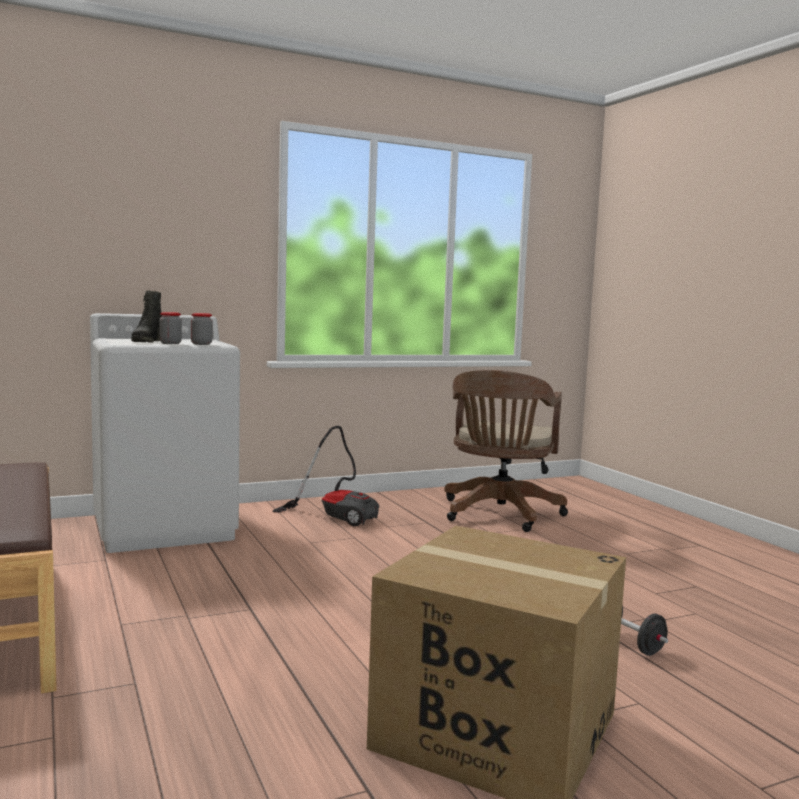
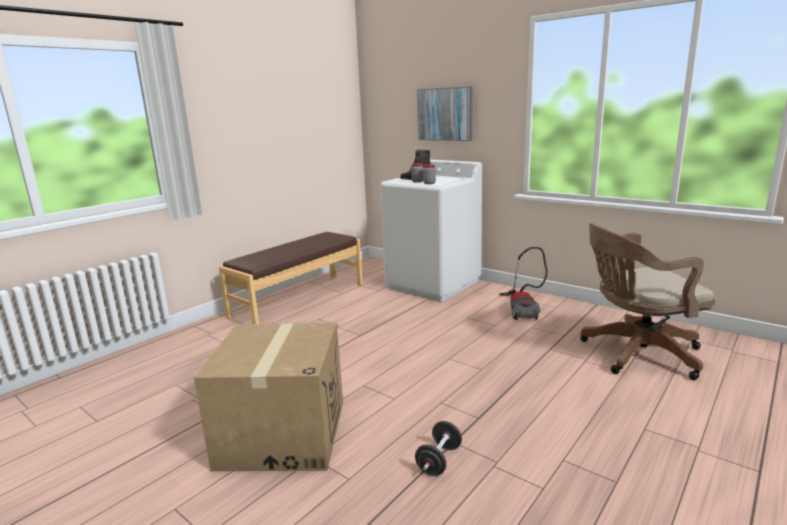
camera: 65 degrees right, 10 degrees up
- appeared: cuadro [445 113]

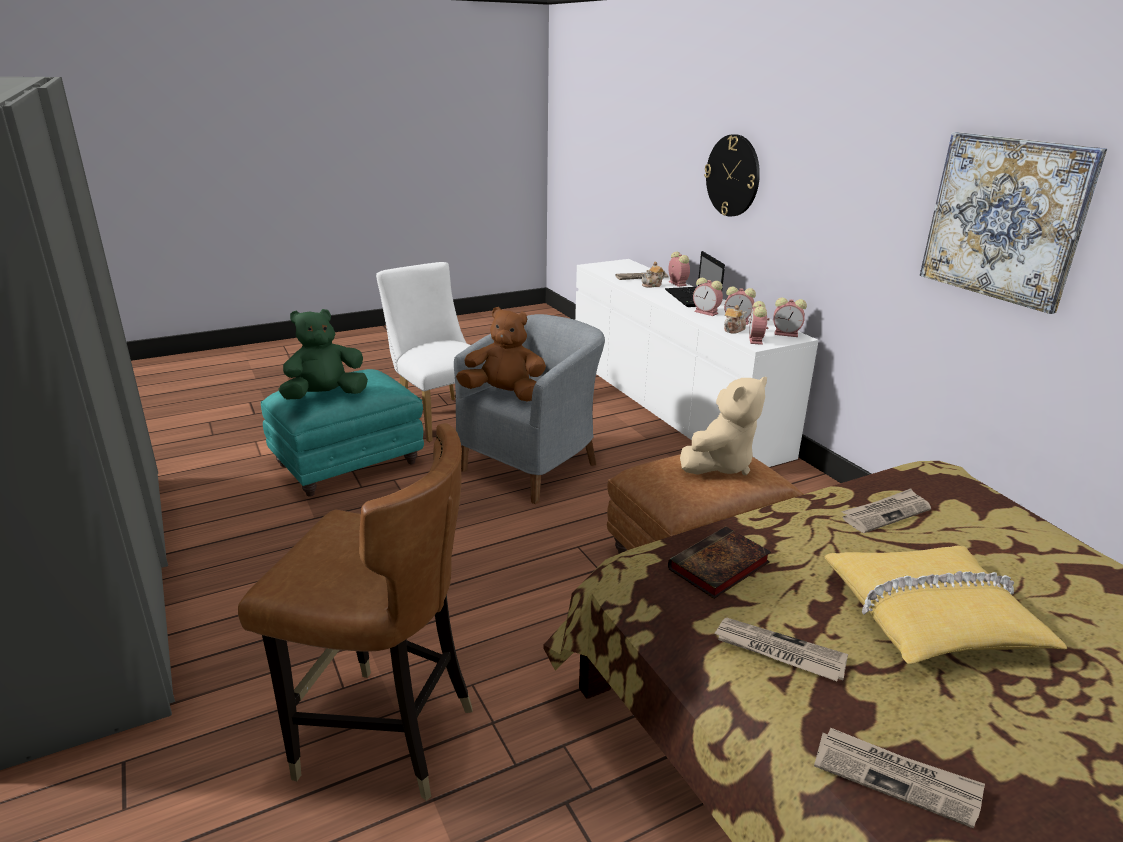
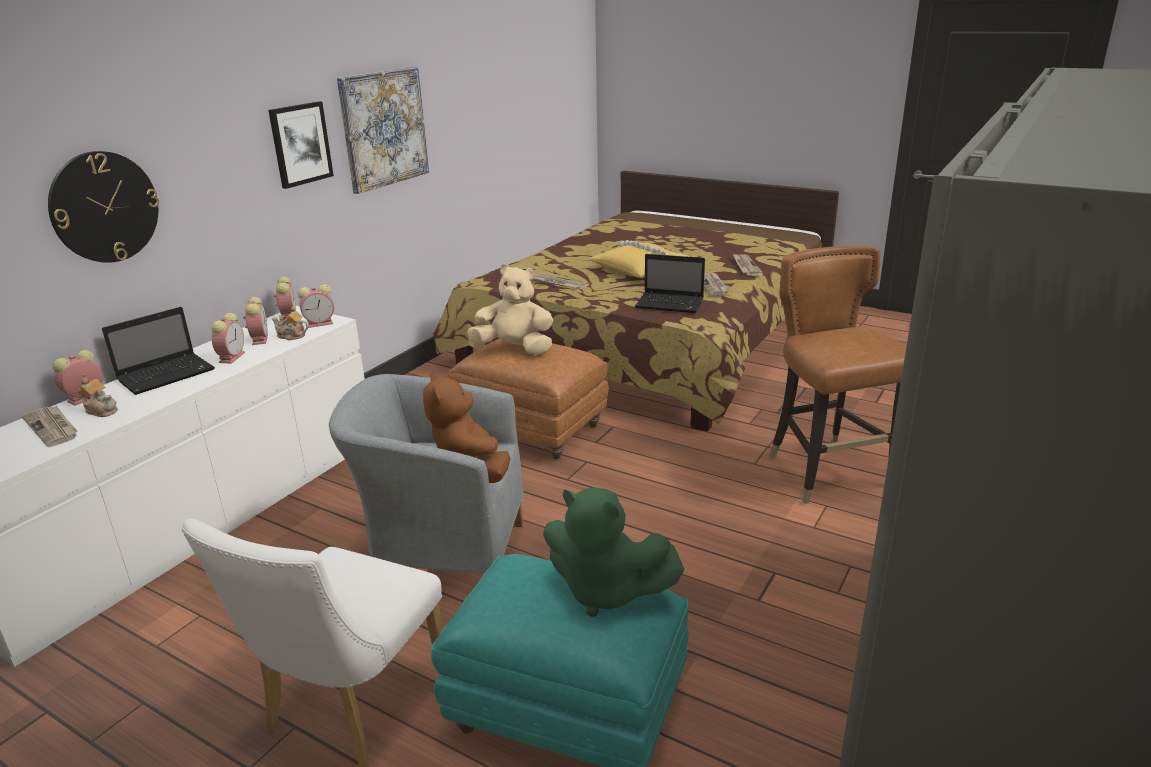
camera: 120 degrees left, 0 degrees up
- exchanged: libro [719 562] to portátil [670 283]
- appeared: cuadro [301 145]

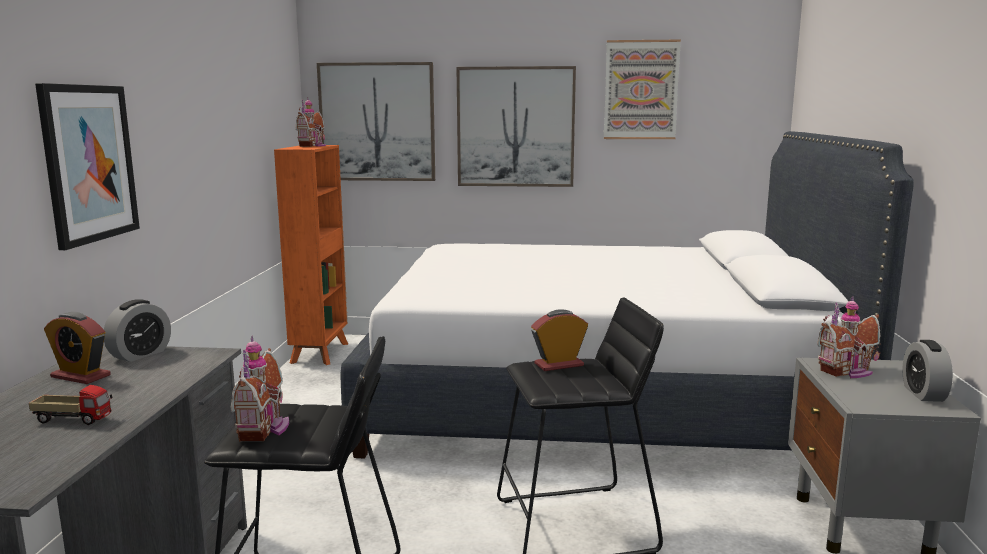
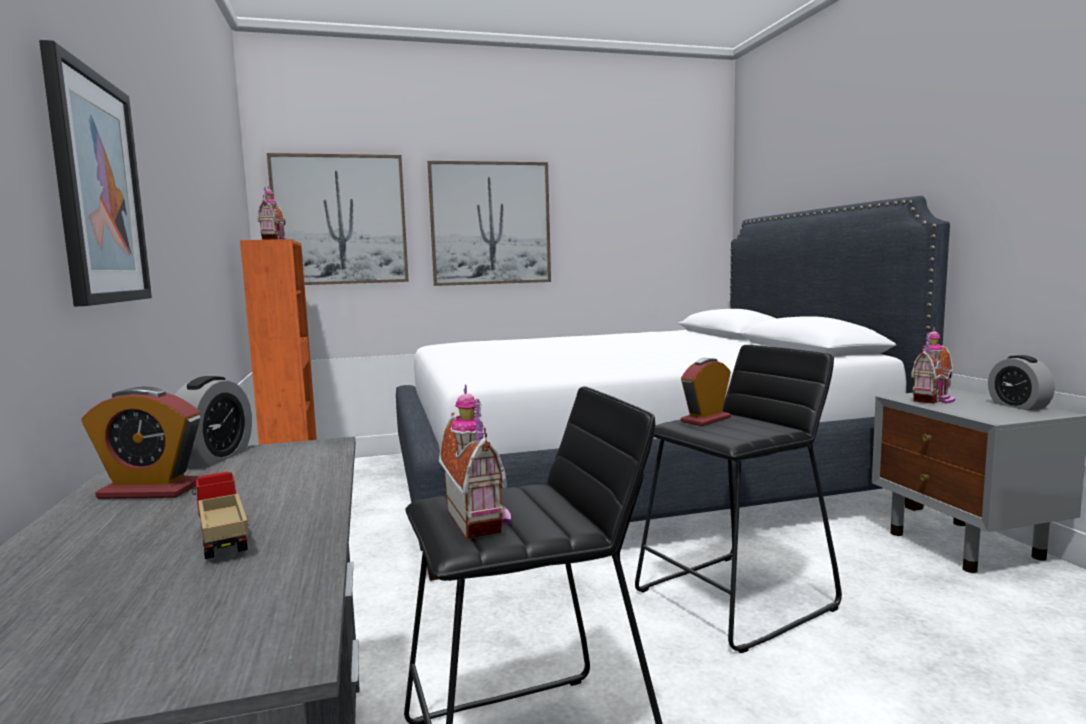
camera: 20 degrees left, 5 degrees down
- spun: camión de juguete [71 405] = [220 515] 105 degrees counterclockwise
- missing: cuadro [642 89]

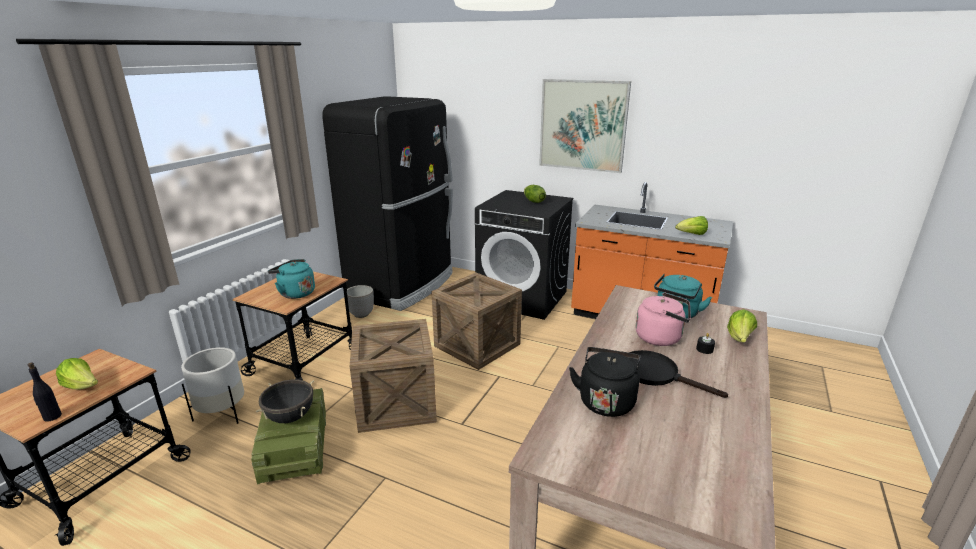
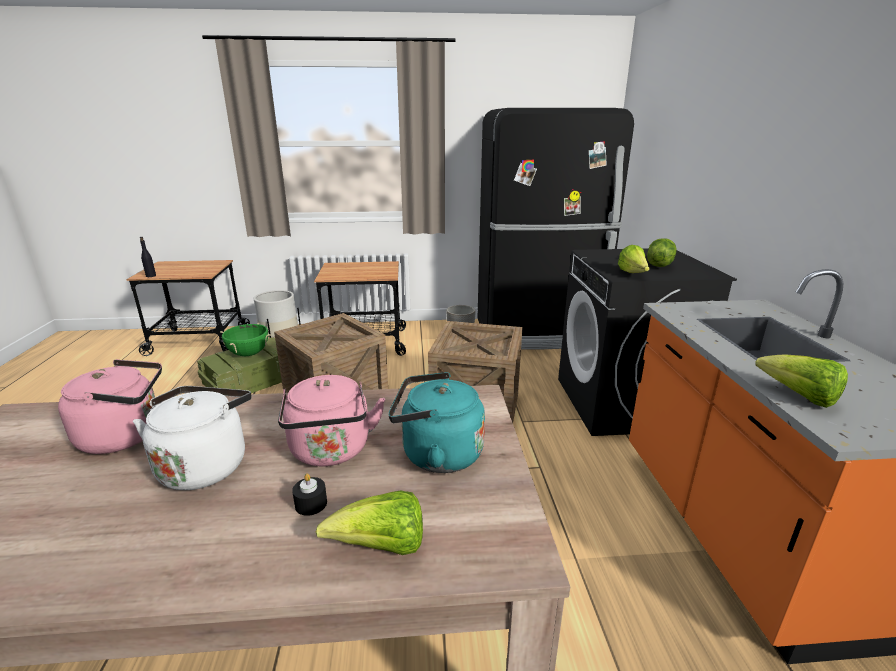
camera: 60 degrees right, 0 degrees up
- relocated: lechuga [77 374] to [634 259]
- colour: olla/negro [285 401] to olla/verde [245 339]
- missing: hervidor/turquesa [291 279]
- missing: cuadro [585 126]
- colour: hervidor/negro [605 382] to hervidor/rosa [110 406]
- exchanged: sartén/negro [677 374] to hervidor/blanco [192 438]

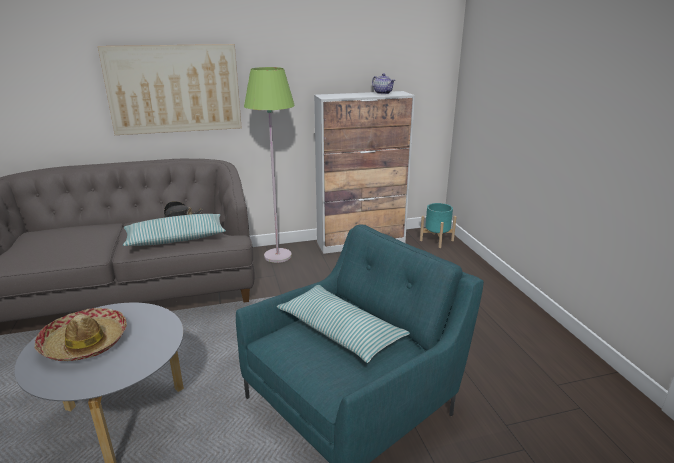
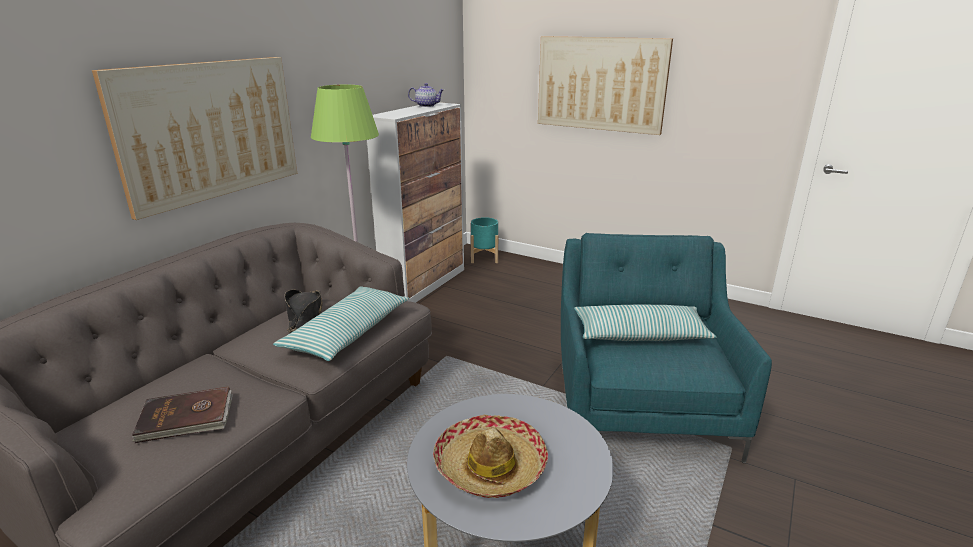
camera: 45 degrees left, 0 degrees up
- appeared: libro/marrón [182 415]
- appeared: cuadro [605 85]

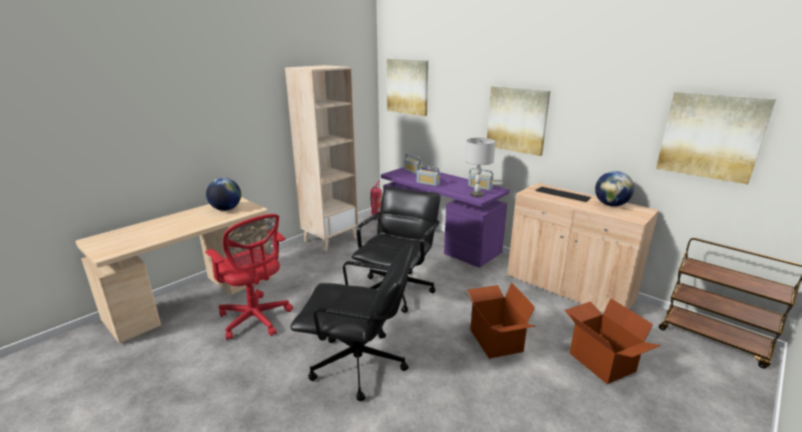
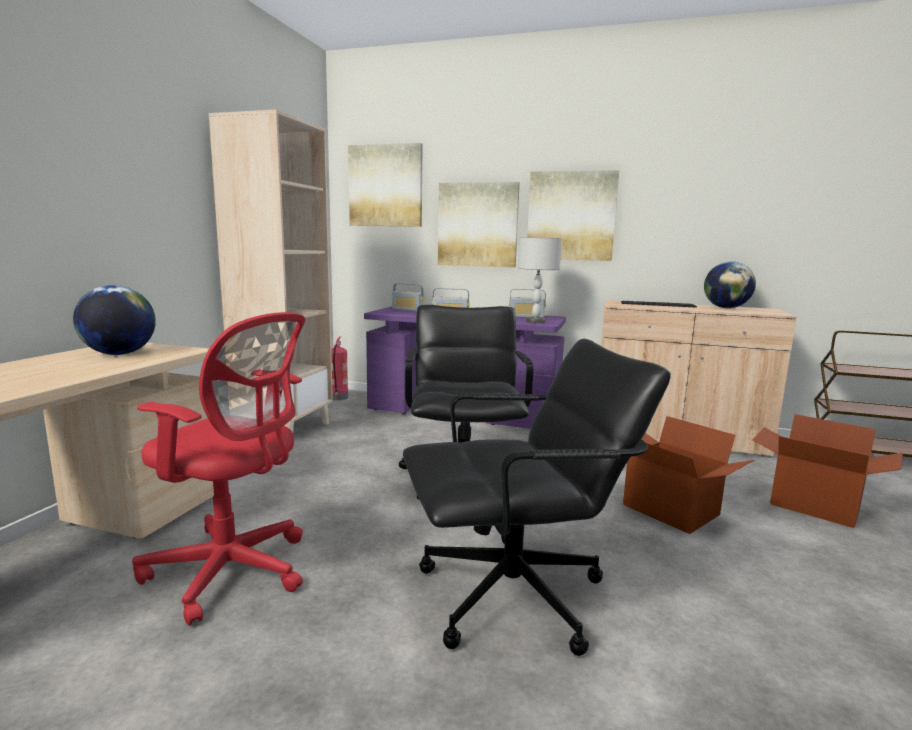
camera: 25 degrees left, 10 degrees down
- relocated: cuadro [716 138] to [479 225]

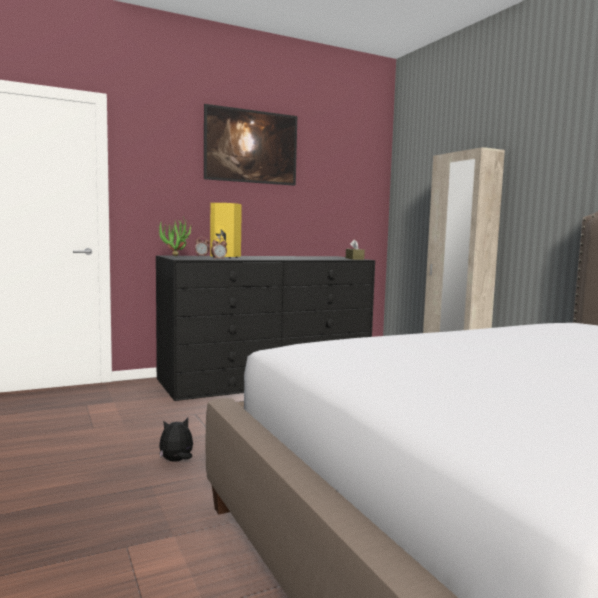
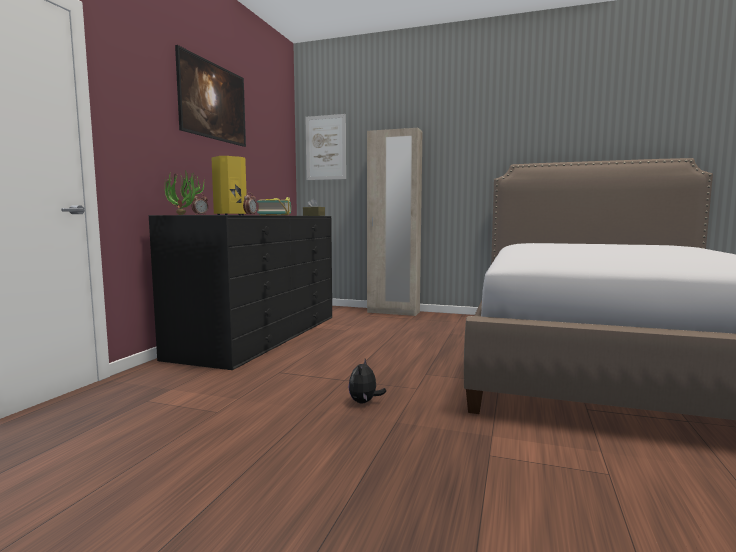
camera: 45 degrees left, 0 degrees up
- appeared: libro [274 206]
- appeared: cuadro [326 147]

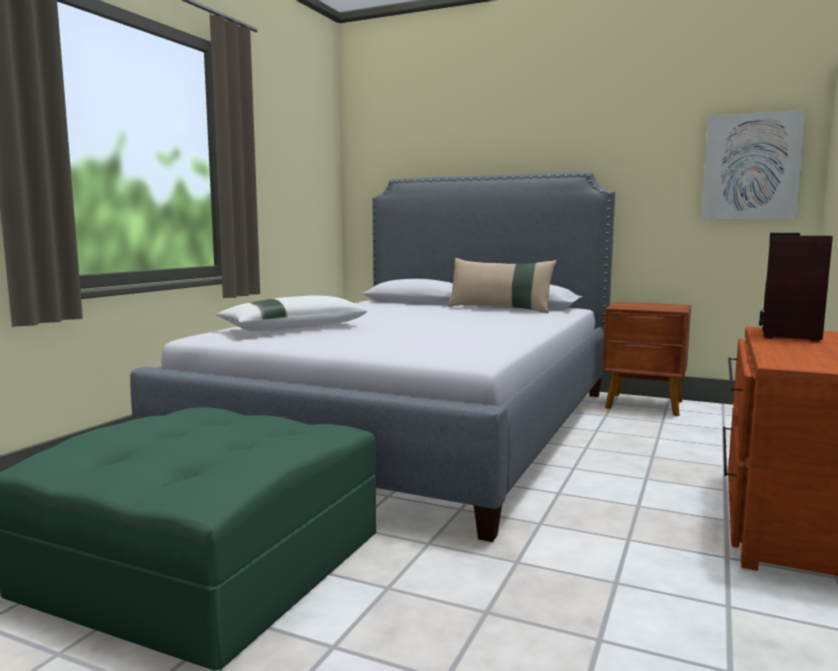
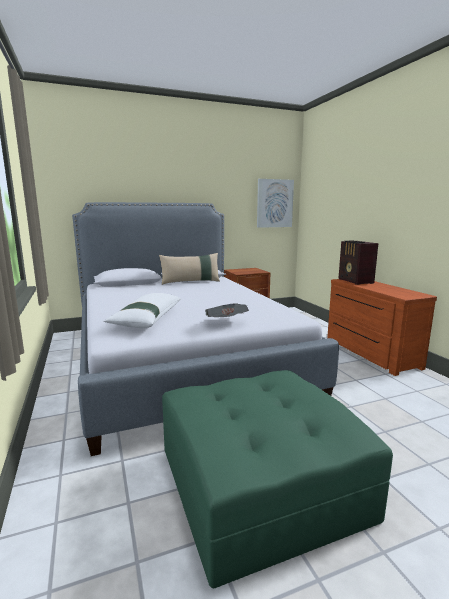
camera: 45 degrees left, 5 degrees up
- appeared: periódico [227 310]

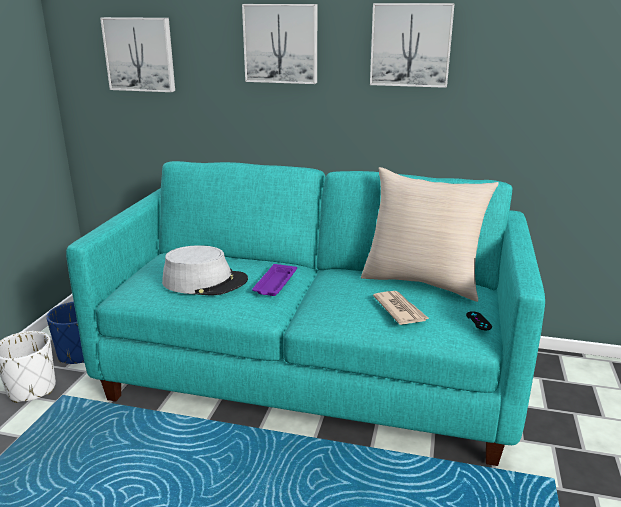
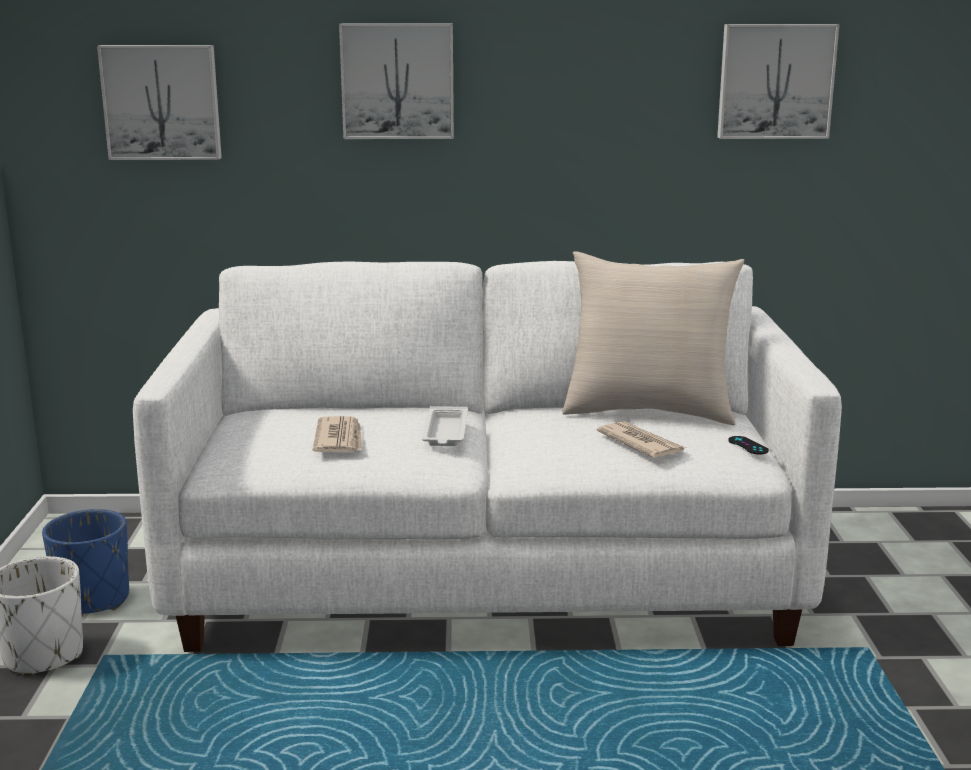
camera: 15 degrees left, 5 degrees down
- colour: sofá/turquesa [305 313] to sofá/blanco [487 456]
- exchanged: sombrero/gris [205 270] to periódico [338 434]
- colour: bandeja/morado [274 280] to bandeja/blanco [445 426]
- relocated: cuadro [412 45] to [778 81]

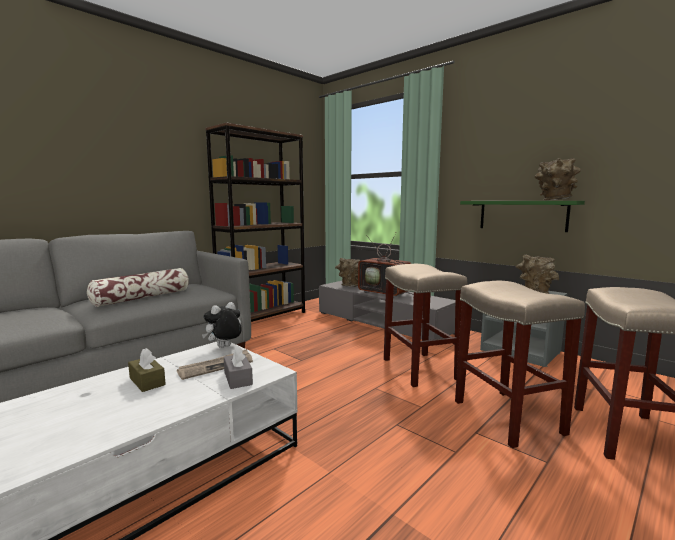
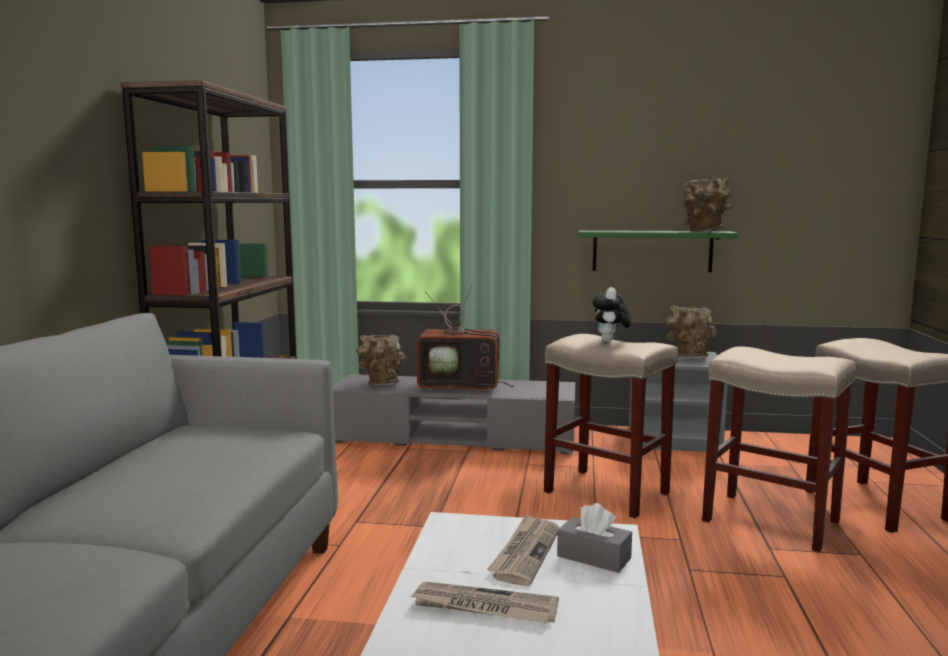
camera: 35 degrees left, 0 degrees up
- missing: cojín [138 287]
- exchanged: caja de pañuelos/marrón [147 370] to periódico [484 602]
- relocated: peluche [222 325] to [611 314]

